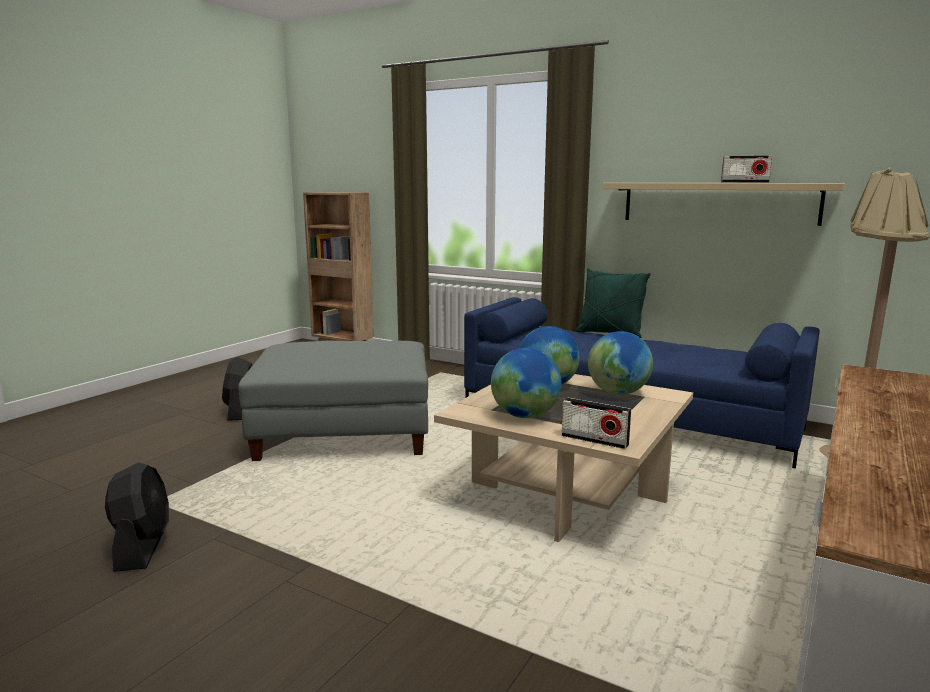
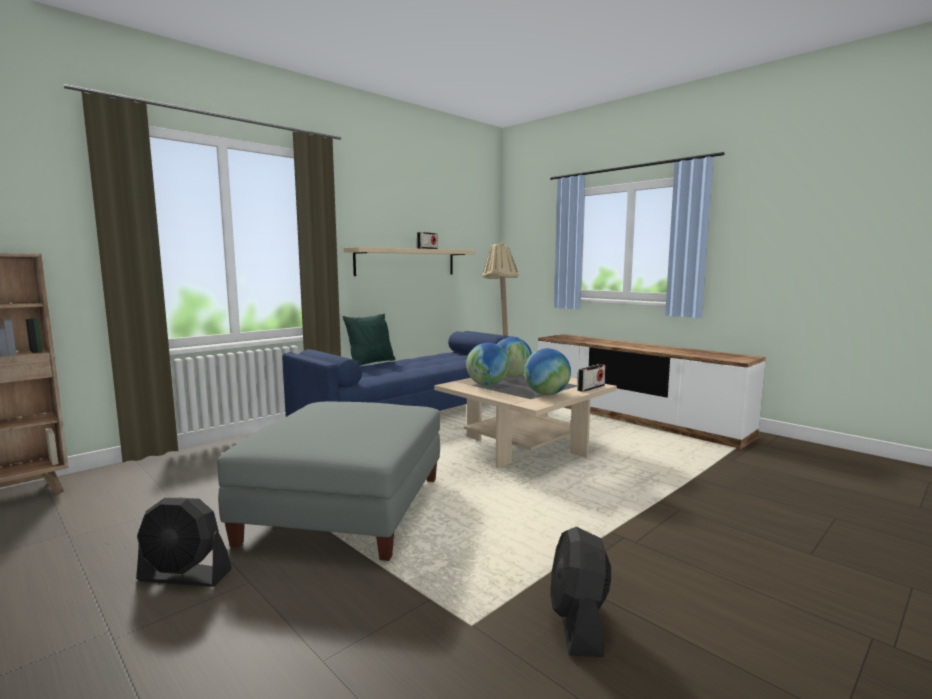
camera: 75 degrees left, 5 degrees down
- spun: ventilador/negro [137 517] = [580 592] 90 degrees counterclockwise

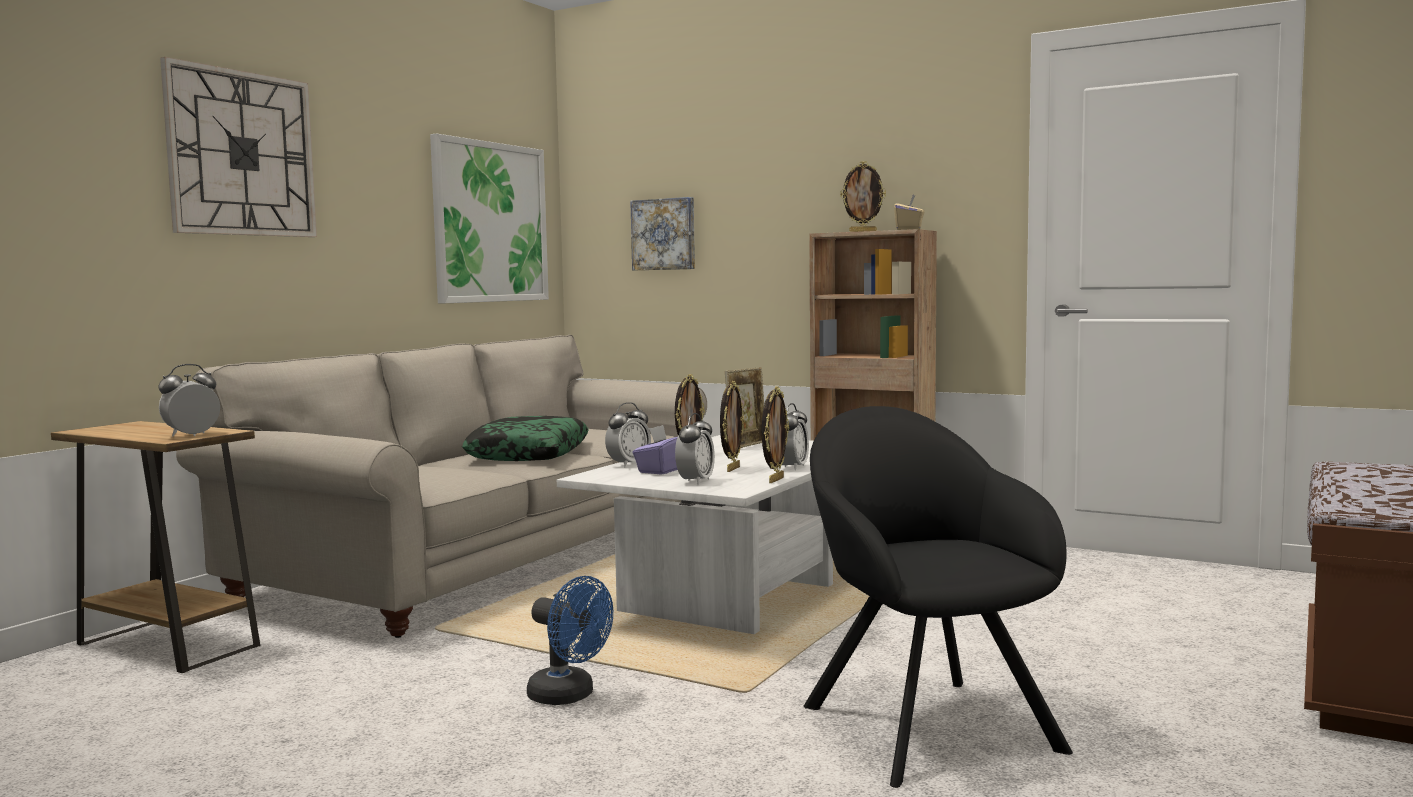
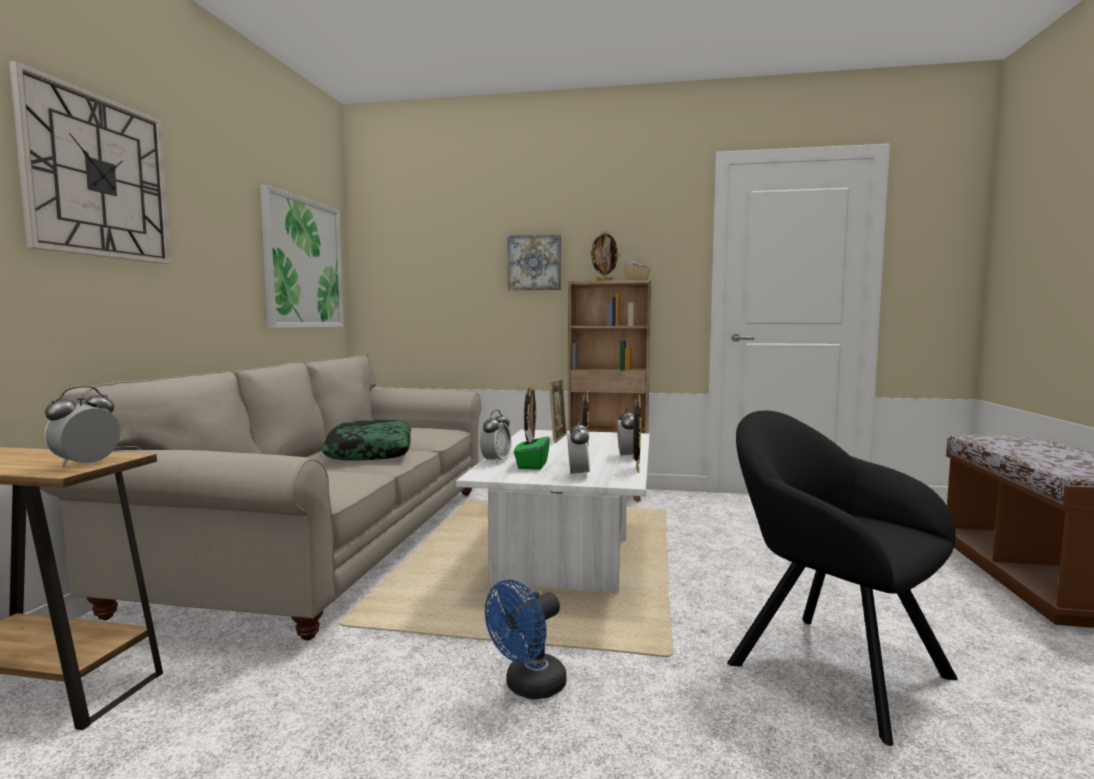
camera: 20 degrees left, 0 degrees up
- spun: ventilador/azul [570 640] = [526 639] 120 degrees clockwise
- relocated: cuadro [662 233] to [534 262]
- colour: caja de pañuelos/morado [655 450] to caja de pañuelos/verde [532 449]

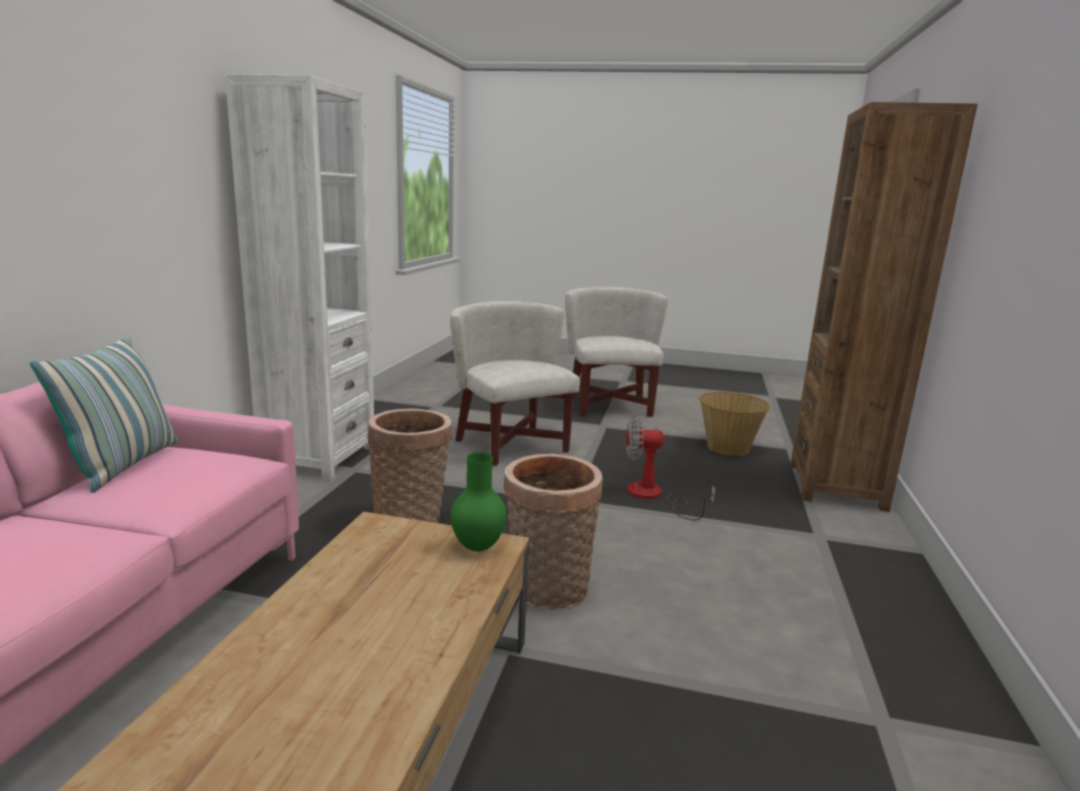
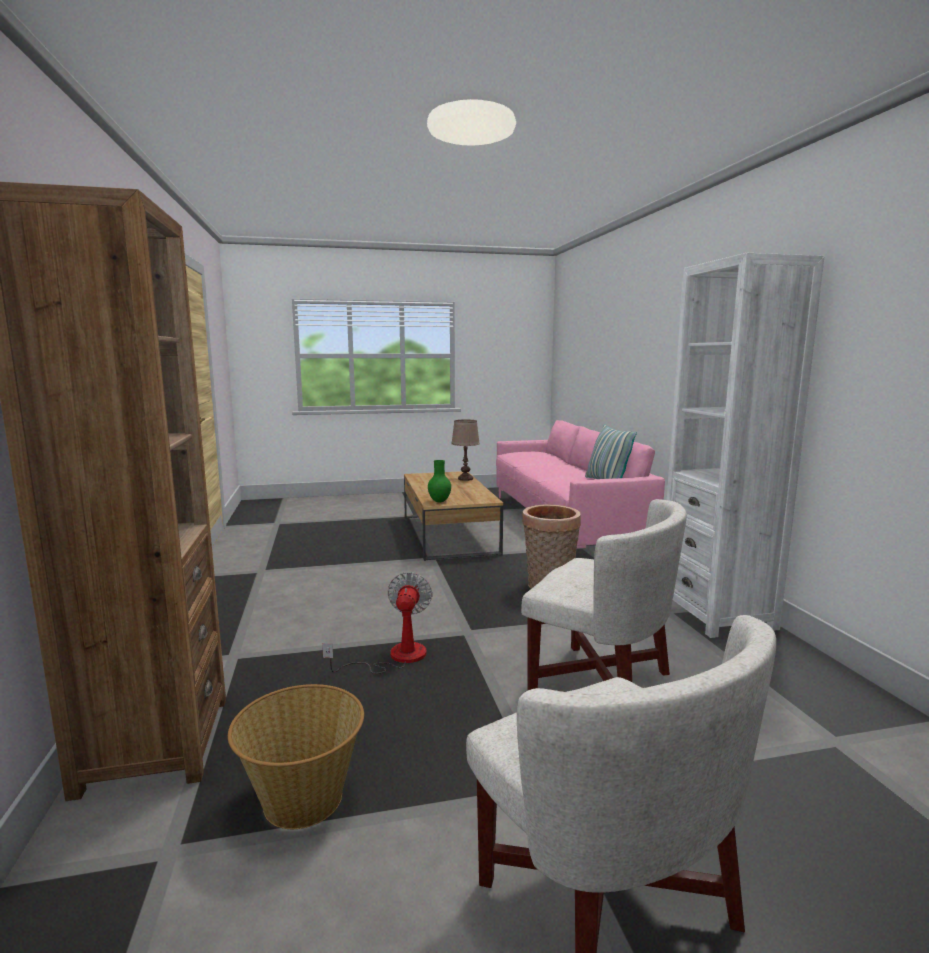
camera: 155 degrees right, 5 degrees down
- missing: cesta [553 532]
- spun: ventilador [670 468] = [377 623] 60 degrees counterclockwise
- appeared: lámpara de mesa/marrón [465 450]

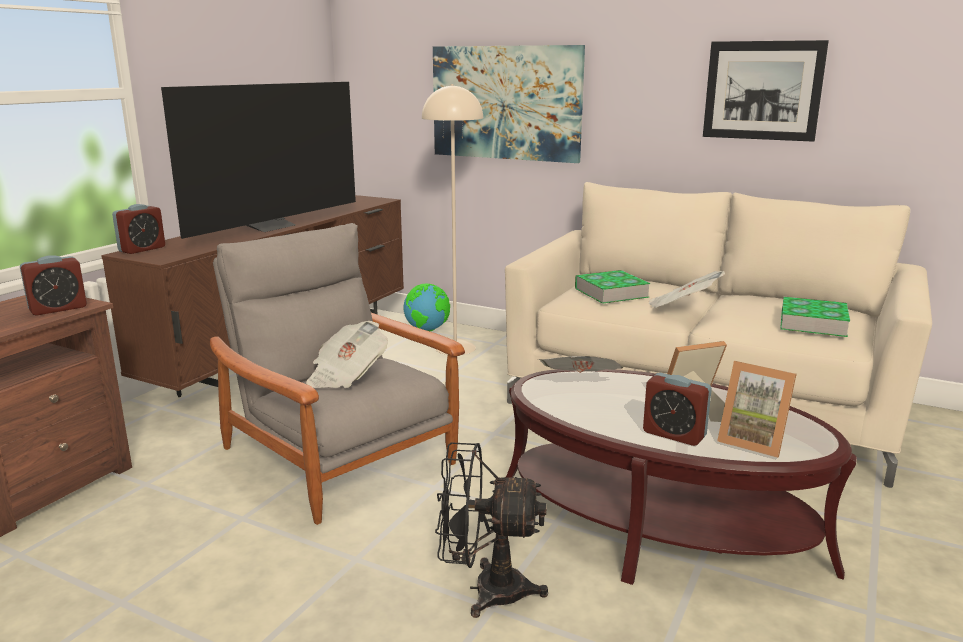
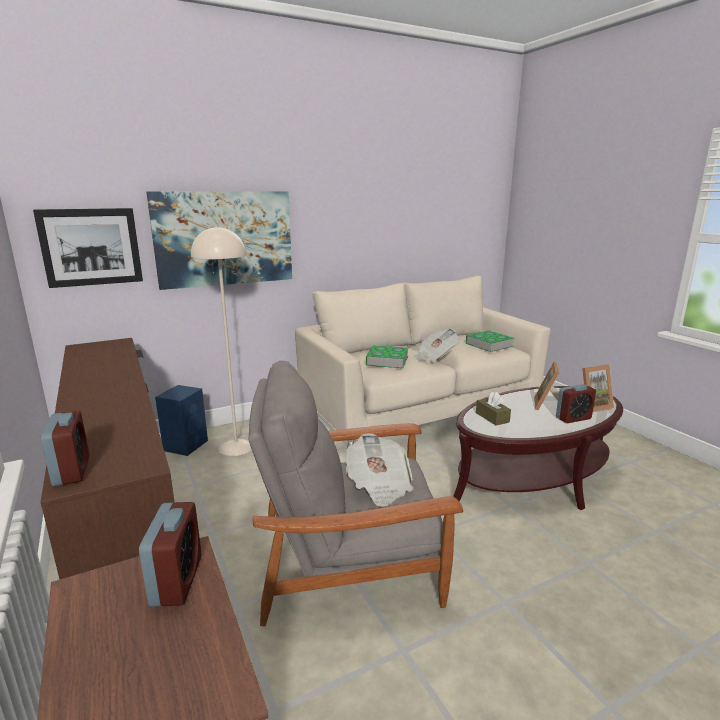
camera: 55 degrees left, 0 degrees up
- missing: televisor [258 160]
- exchanged: globo terráqueo [427 307] to altavoz/azul [181 420]
- missing: ventilador/negro [491 530]
- exchanged: periódico [580 364] to caja de pañuelos/marrón [493 408]
- relocated: cuadro [766 91] to [88 248]

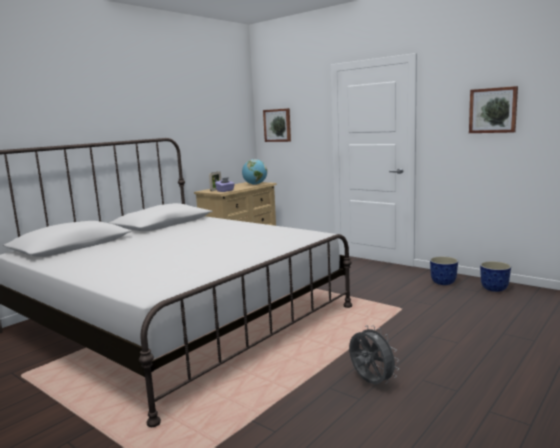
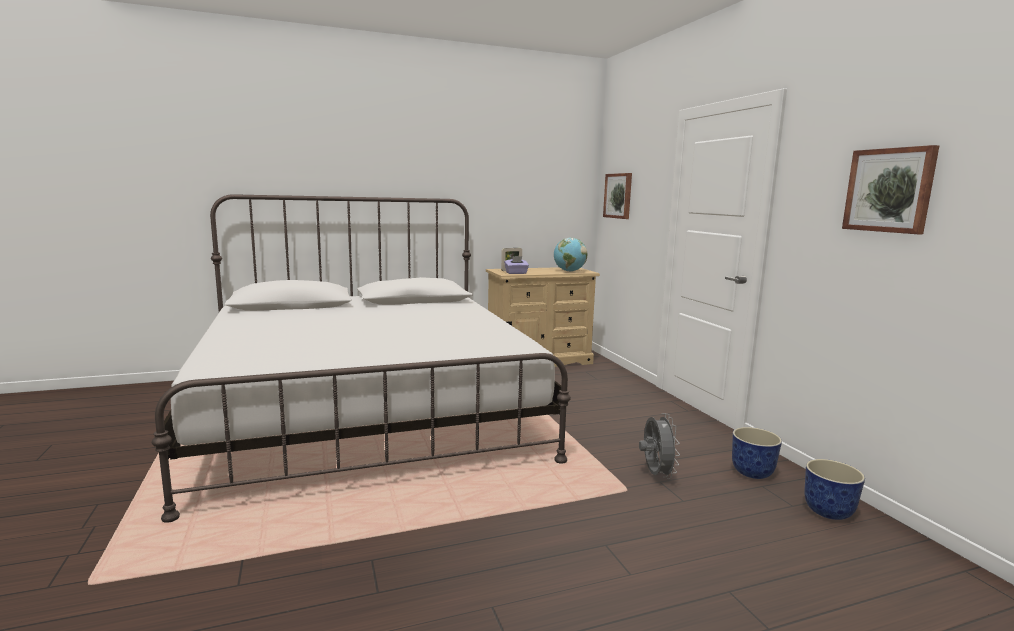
camera: 30 degrees right, 0 degrees up
- relocated: ventilador/gris [374 354] to [659 446]

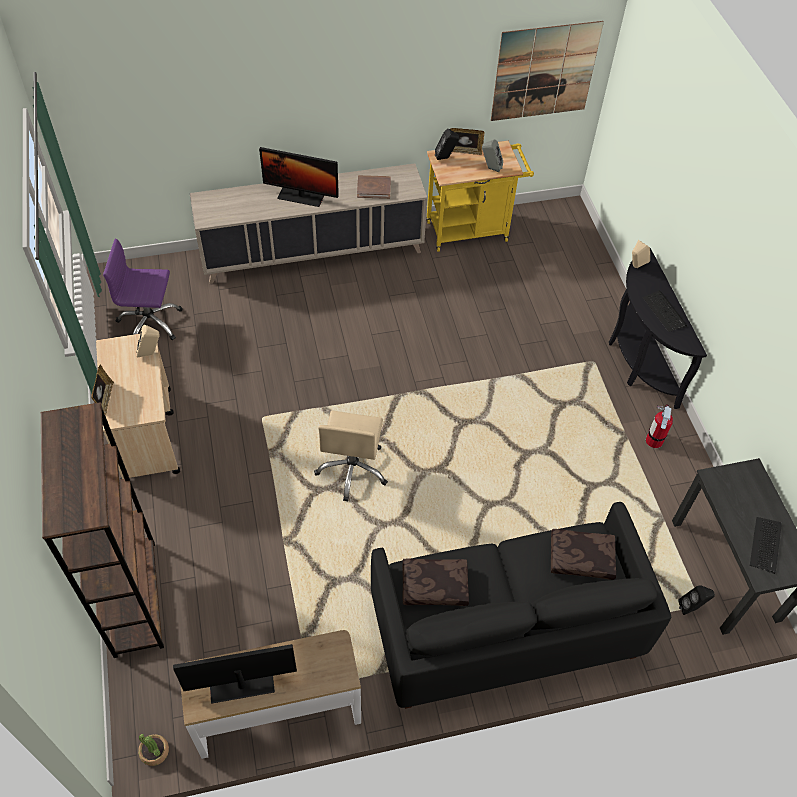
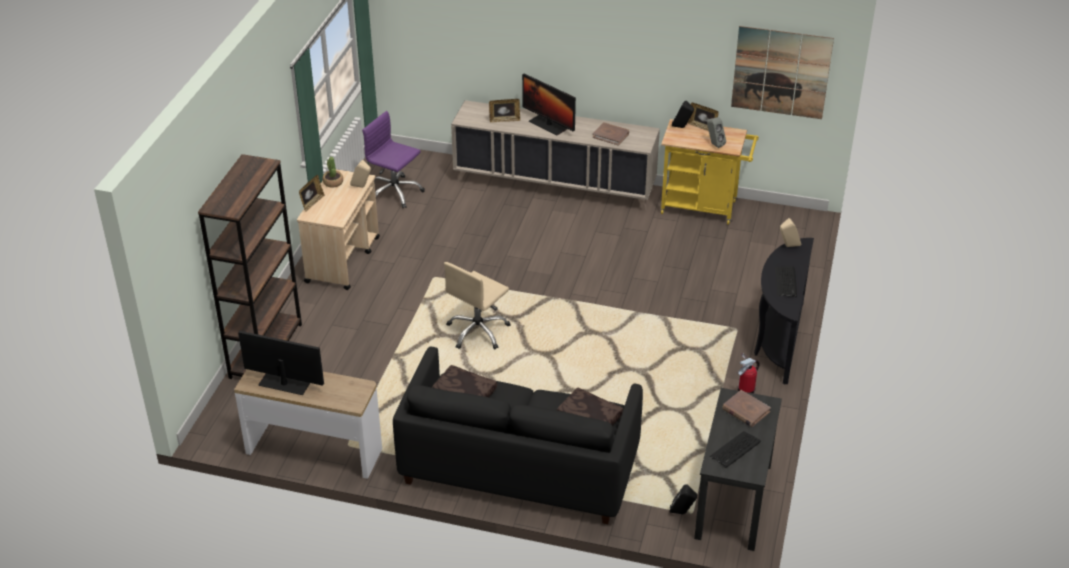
camera: 30 degrees right, 15 degrees down
- relocated: planta en maceta [153 750] to [333 172]
- appeared: portarretratos [504 111]
- appeared: libro/marrón [746 408]

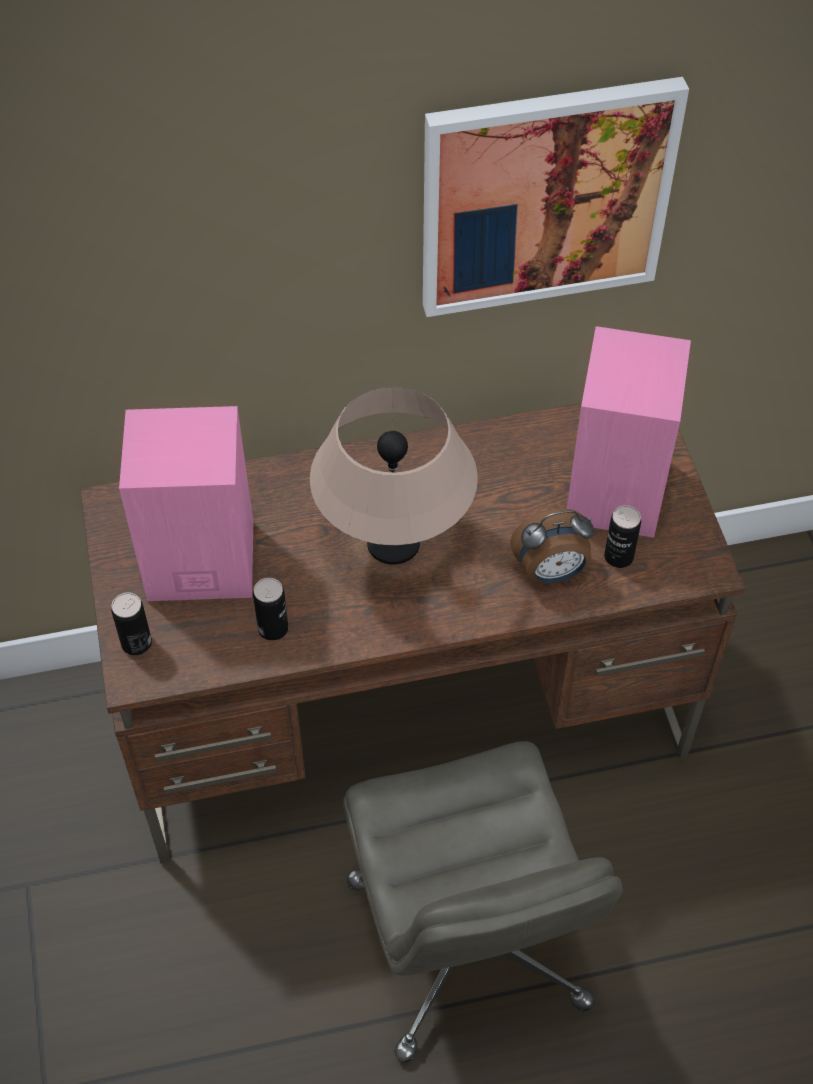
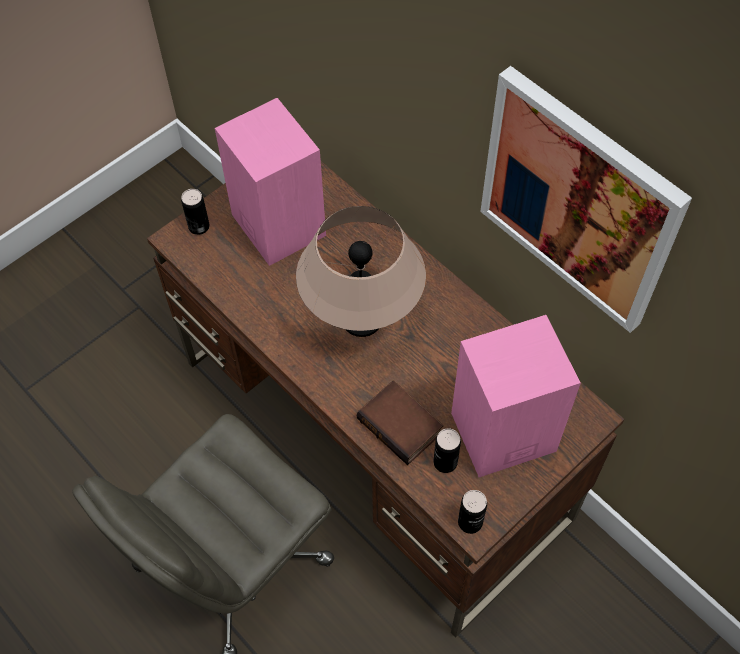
camera: 60 degrees right, 5 degrees up
- relocated: lata [270 609] to [472 512]
- exchanged: despertador [552 546] to libro [400 423]

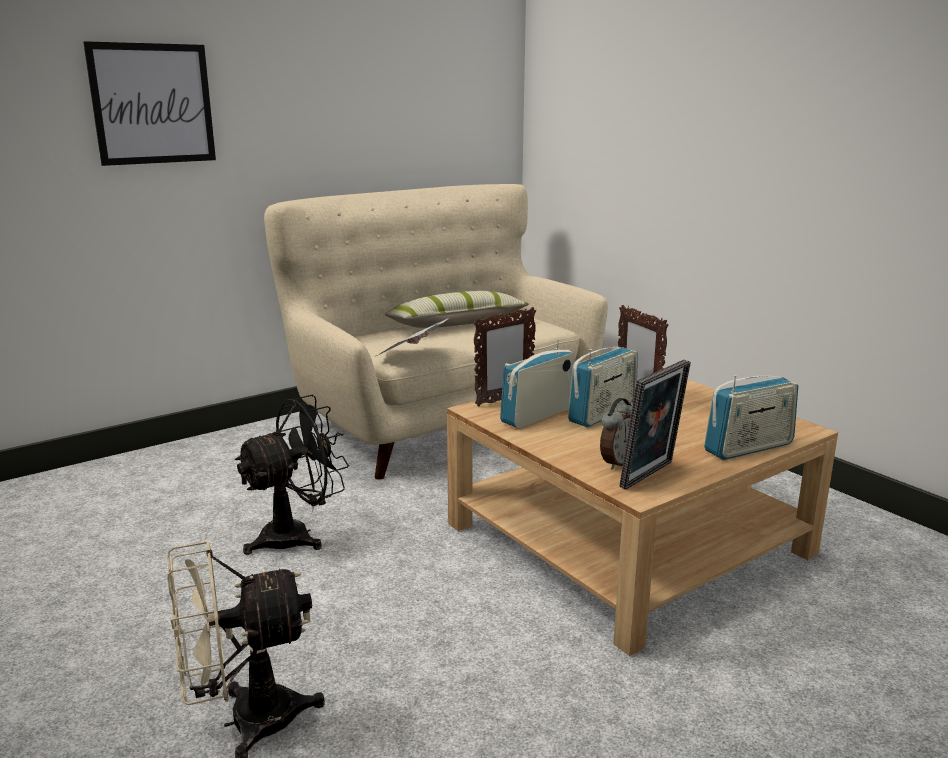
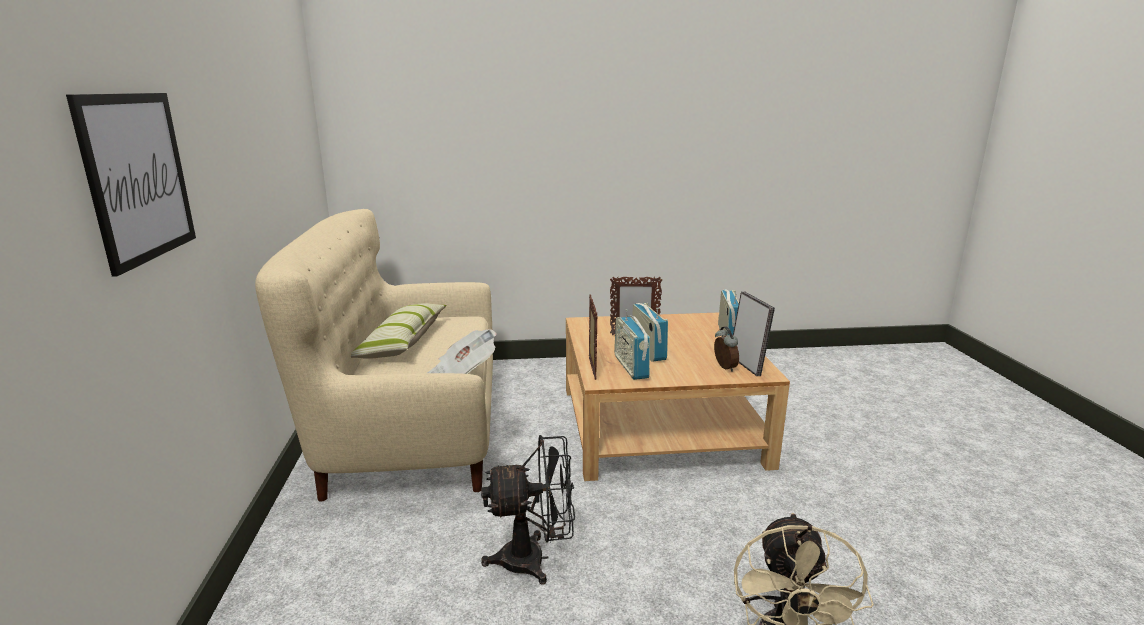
camera: 60 degrees left, 0 degrees up
- spun: ventilador/negro [292 475] = [528 510] 90 degrees clockwise

